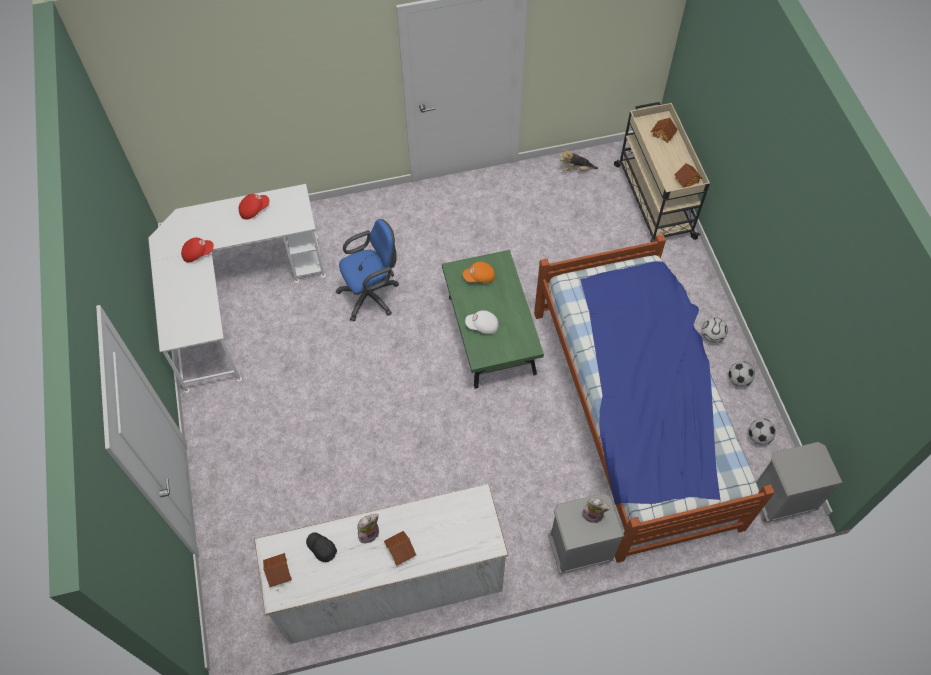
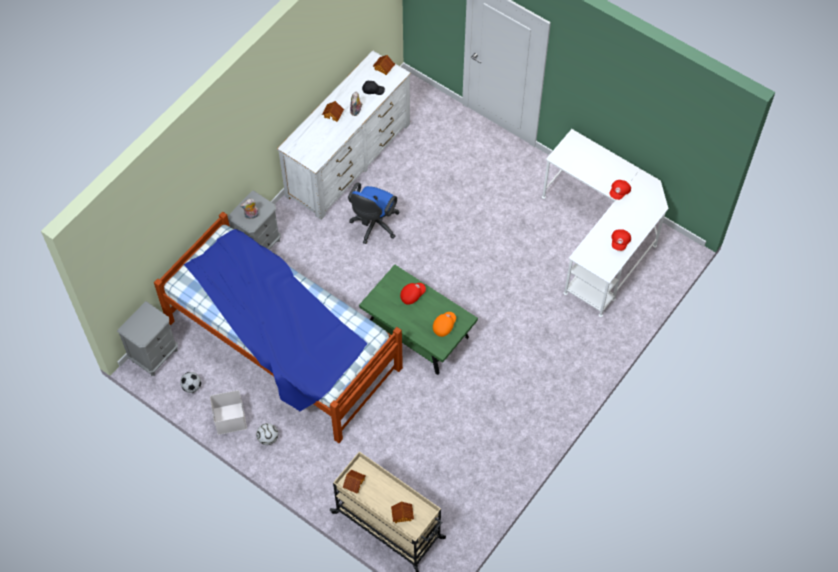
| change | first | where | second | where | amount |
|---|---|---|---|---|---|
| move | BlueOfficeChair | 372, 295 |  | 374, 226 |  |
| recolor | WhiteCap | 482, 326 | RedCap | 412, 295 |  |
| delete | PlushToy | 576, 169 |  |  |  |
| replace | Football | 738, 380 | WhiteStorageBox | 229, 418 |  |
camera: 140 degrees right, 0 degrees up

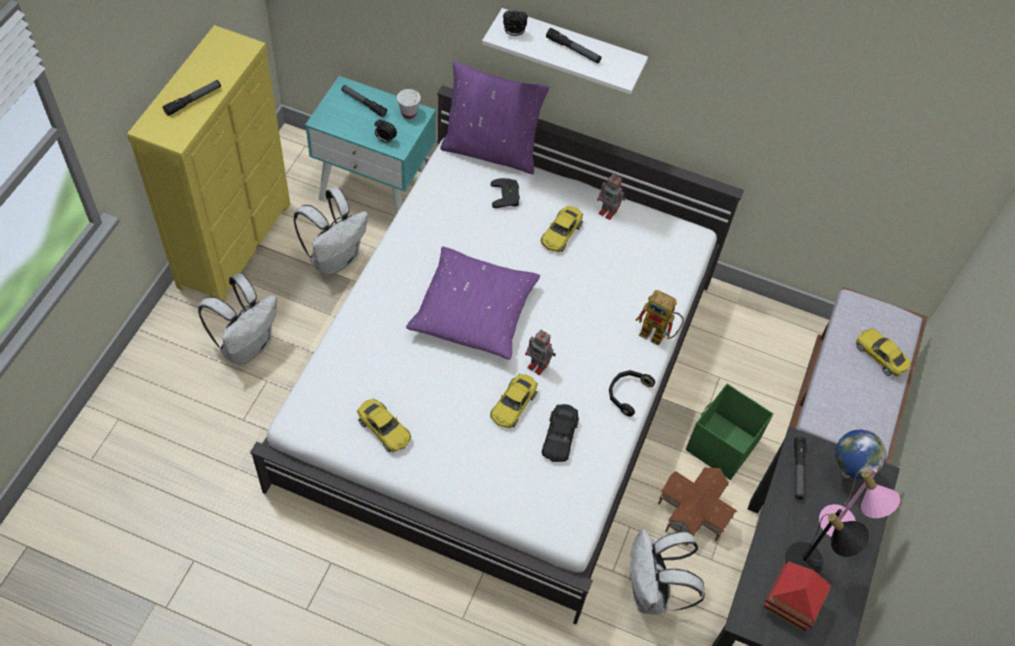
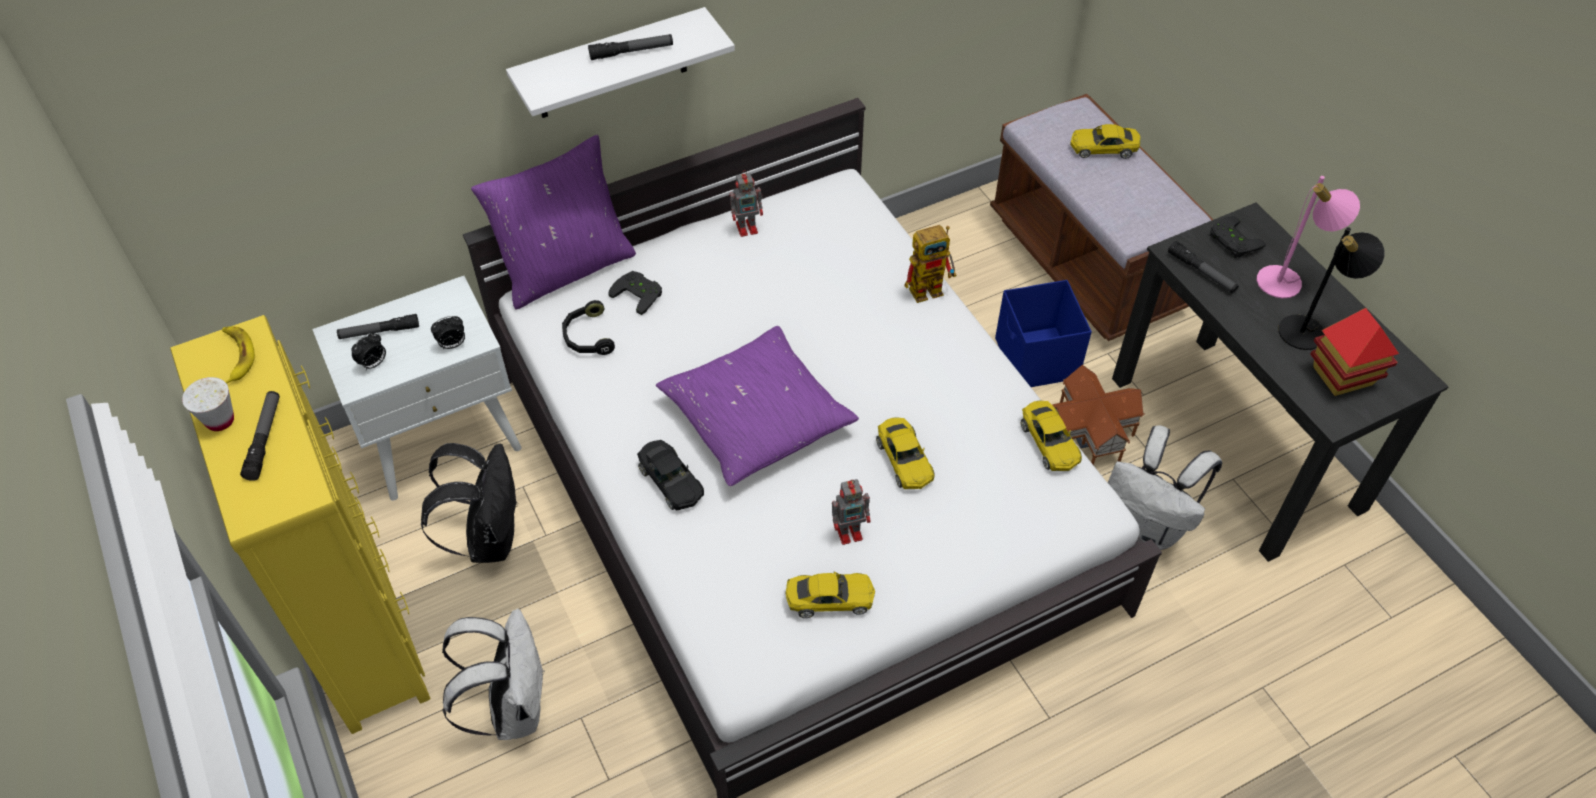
| change | first | where | second | where | amount |
|---|---|---|---|---|---|
| recolor | WhiteBackpack | 335, 259 | BlackBackpack | 489, 537 |  |
| recolor | TurquoiseNightstand | 375, 190 | WhiteNightstand | 442, 438 |  |
| move | WhiteCup | 409, 113 |  | 220, 420 |  |
| move | AlarmClock | 513, 33 |  | 373, 364 |  |
| move | ToyRobot | 539, 366 |  | 850, 531 |  |
| move | YellowToyCar | 561, 233 |  | 1049, 442 |  |
| move | BlackToyCar | 559, 437 |  | 671, 481 |  |
| move | BlackHeadphones | 627, 393 |  | 587, 336 |  |
| recolor | GreenStorageBox | 721, 446 | BlueStorageBox | 1036, 360 |  |
| replace | Globe | 845, 473 | BlackGameController | 1232, 241 |  |
| insert |  |  | Banana | 236, 356 |  |
camera: 45 degrees left, 5 degrees down

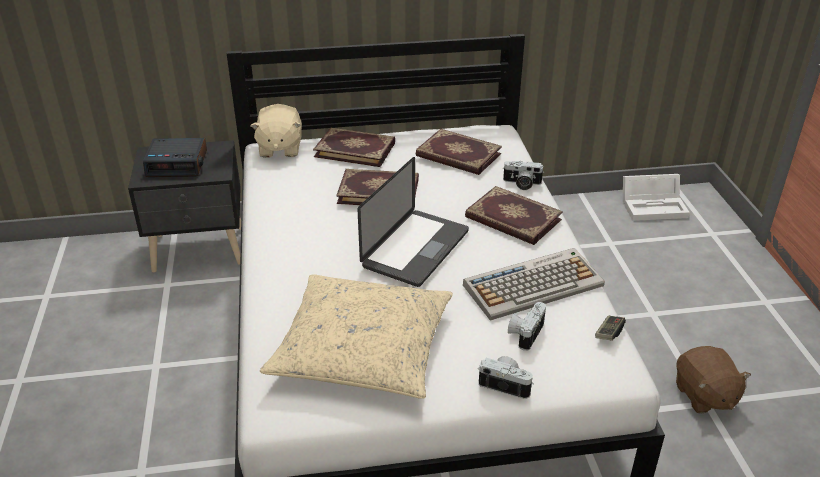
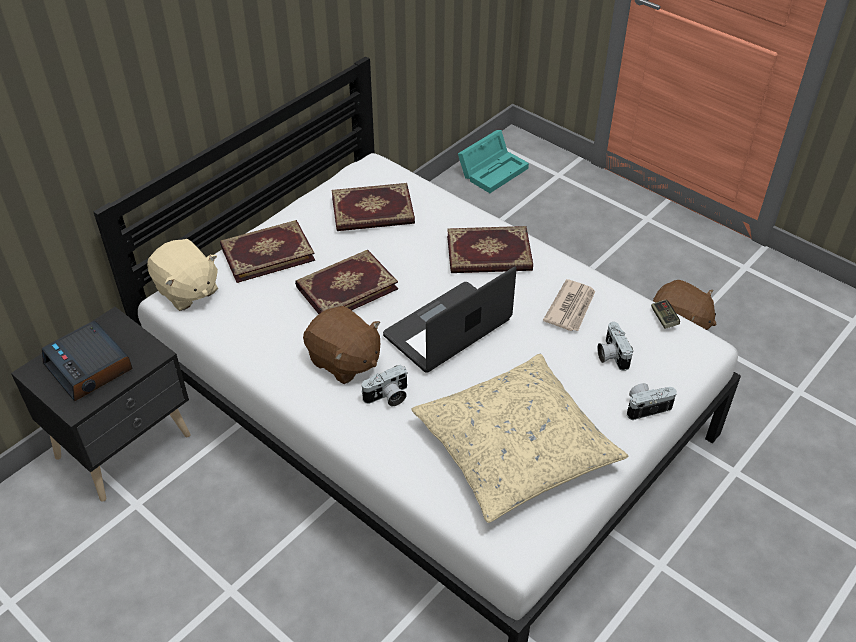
| change | first | where | second | where | amount |
|---|---|---|---|---|---|
| rotate | AlarmClock | 178, 164 |  | 90, 367 | 90 degrees clockwise |
| rotate | Laptop | 415, 249 |  | 447, 328 | 120 degrees counterclockwise |
| replace | Keyboard | 534, 284 | Newspaper | 571, 308 |  |
| move | PhotoCamera | 521, 184 |  | 388, 397 |  |
| recolor | WhiteStorageBox | 654, 206 | TurquoiseStorageBox | 493, 170 |  |
| insert |  |  | BrownPlushToy | 344, 361 |  |
camera: 40 degrees left, 10 degrees up

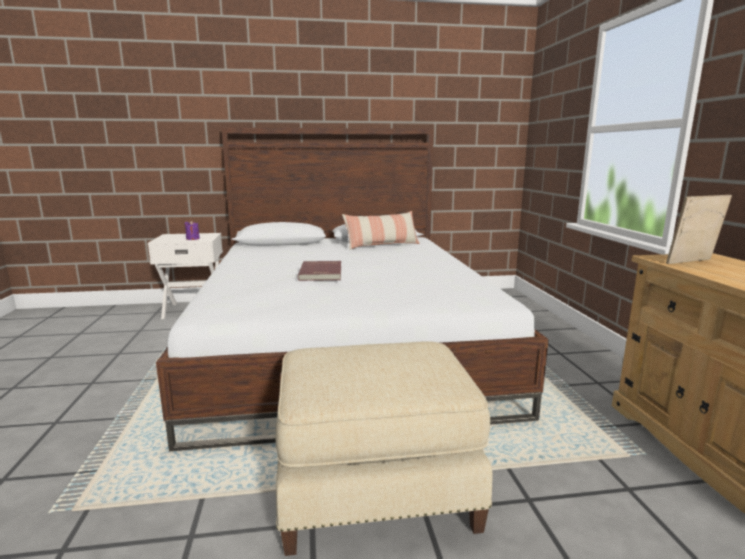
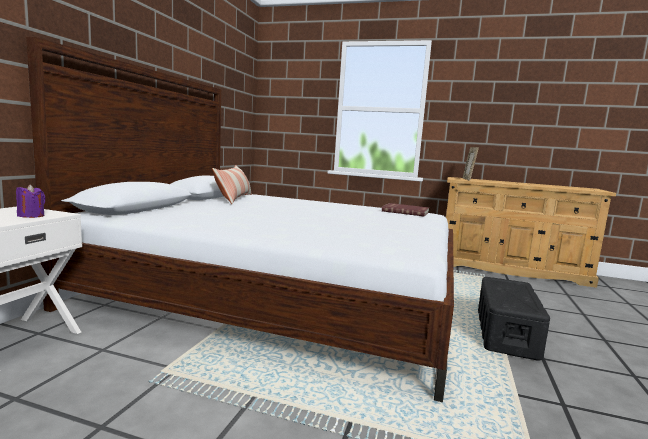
| change | first | where | second | where | amount |
|---|---|---|---|---|---|
| replace | BeigeOttoman | 375, 487 | BlackStorageBox | 506, 333 |  |
| move | RedBook | 322, 273 |  | 405, 211 |  |
camera: 65 degrees left, 5 degrees down

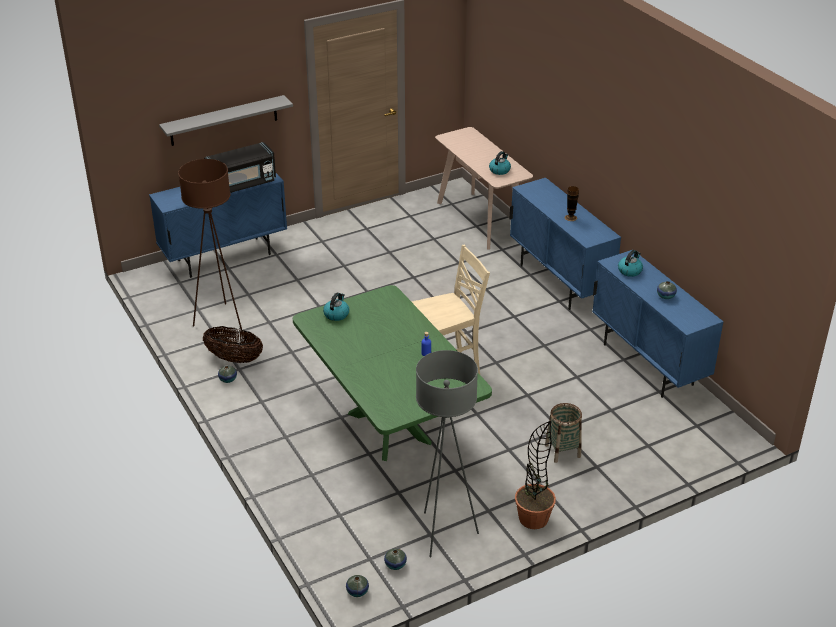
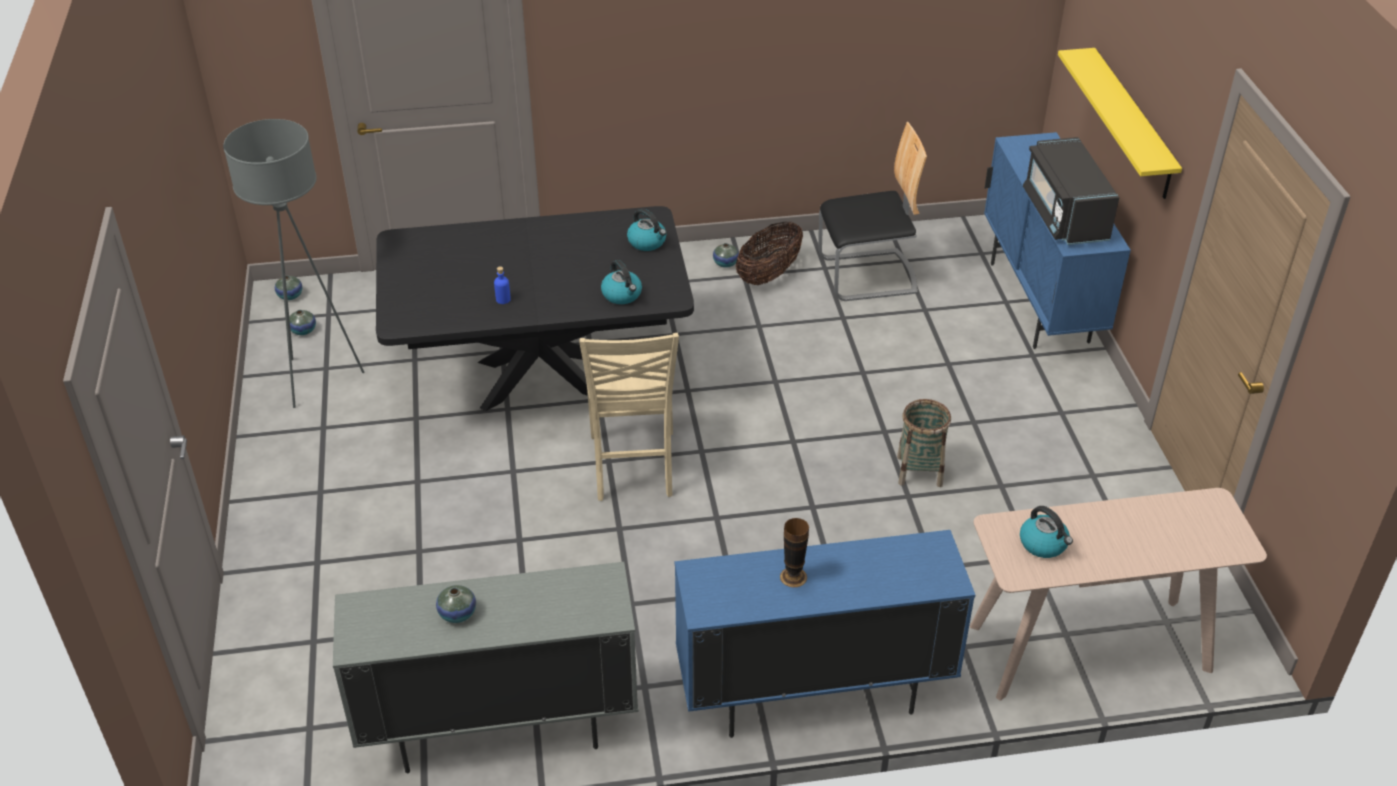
| change | first | where | second | where | amount |
|---|---|---|---|---|---|
| recolor | GreyShelf | 223, 120 | YellowShelf | 1132, 124 |  |
| replace | BrownFloorLamp | 220, 320 | Chair | 867, 276 |  |
| recolor | GreenDiningTable | 389, 427 | BlackDiningTable | 541, 379 |  |
| delete | PottedPlant | 533, 518 |  |  |  |
| move | Basket | 562, 450 |  | 919, 471 |  |
| recolor | BlueCabinet | 648, 365 | GreyCabinet | 499, 729 |  |
| move | Kettle | 630, 270 |  | 622, 295 |  |
camera: 110 degrees right, 5 degrees up

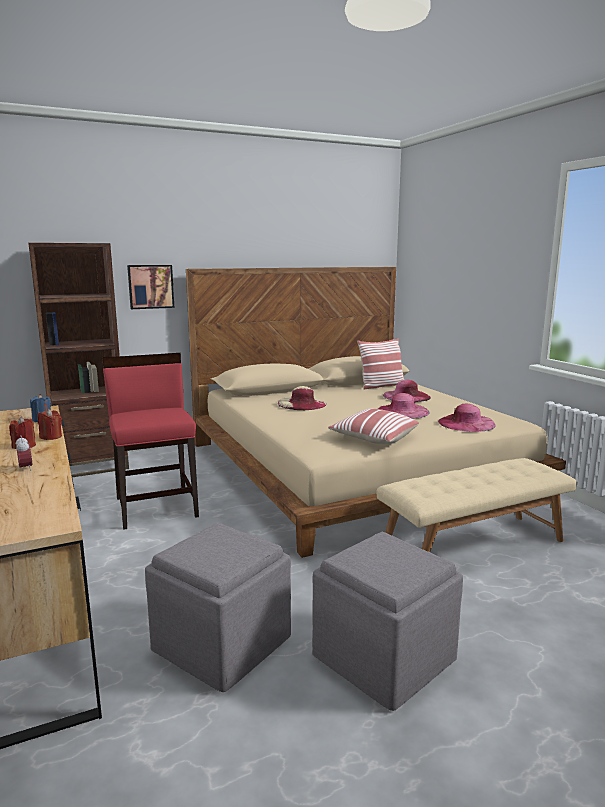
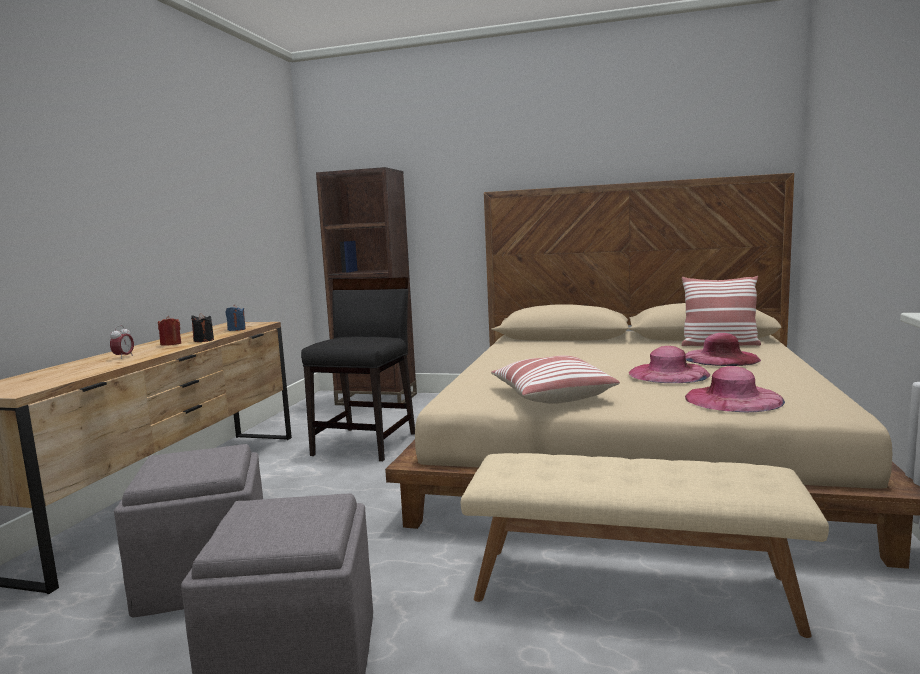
| change | first | where | second | where | amount |
|---|---|---|---|---|---|
| recolor | RedCandle | 51, 437 | BlackCandle | 203, 340 |  |
| recolor | RedChair | 157, 506 | BlackChair | 366, 443 |  |
| delete | Picture | 150, 286 |  |  |  |
| delete | BeigeHat | 302, 403 |  |  |  |
camera: 40 degrees right, 5 degrees down

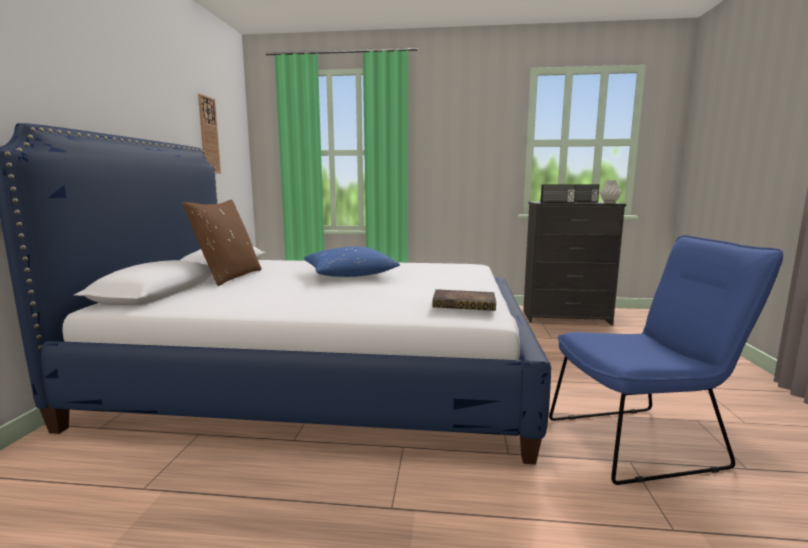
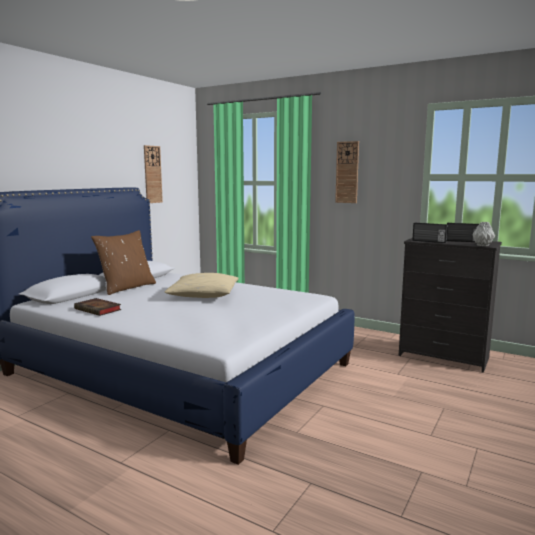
| change | first | where | second | where | amount |
|---|---|---|---|---|---|
| recolor | BluePillow | 349, 275 | BeigePillow | 203, 295 |  |
| move | Book | 465, 304 |  | 99, 309 |  |
| delete | BlueChair | 644, 441 |  |  |  |
| insert |  |  | WallClock | 347, 172 |  |
camera: 25 degrees right, 0 degrees up

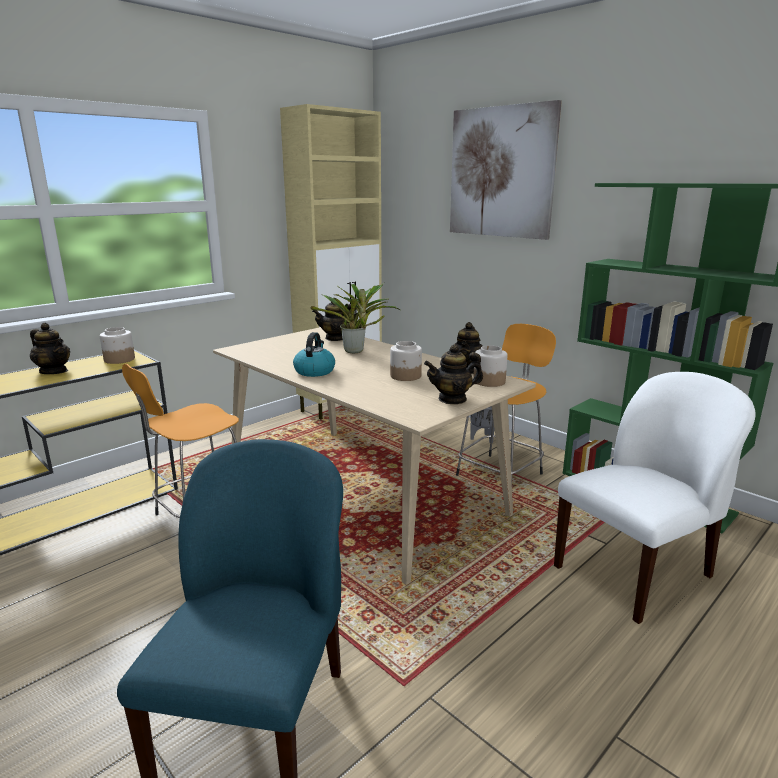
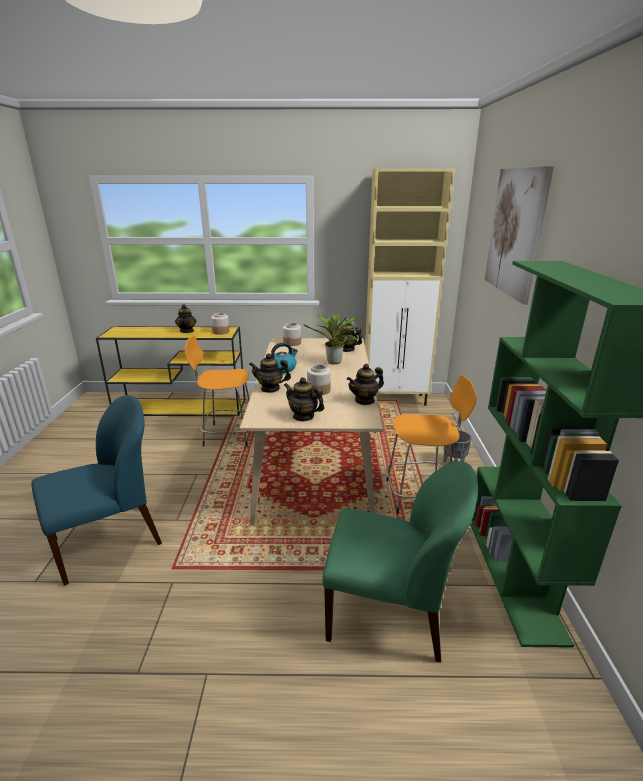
| change | first | where | second | where | amount |
|---|---|---|---|---|---|
| move | Jar | 489, 381 |  | 292, 343 |  |
| recolor | WhiteChair | 635, 571 | GreenChair | 389, 614 |  |
| insert |  |  | Teapot | 270, 389 |  |
camera: 45 degrees right, 5 degrees up

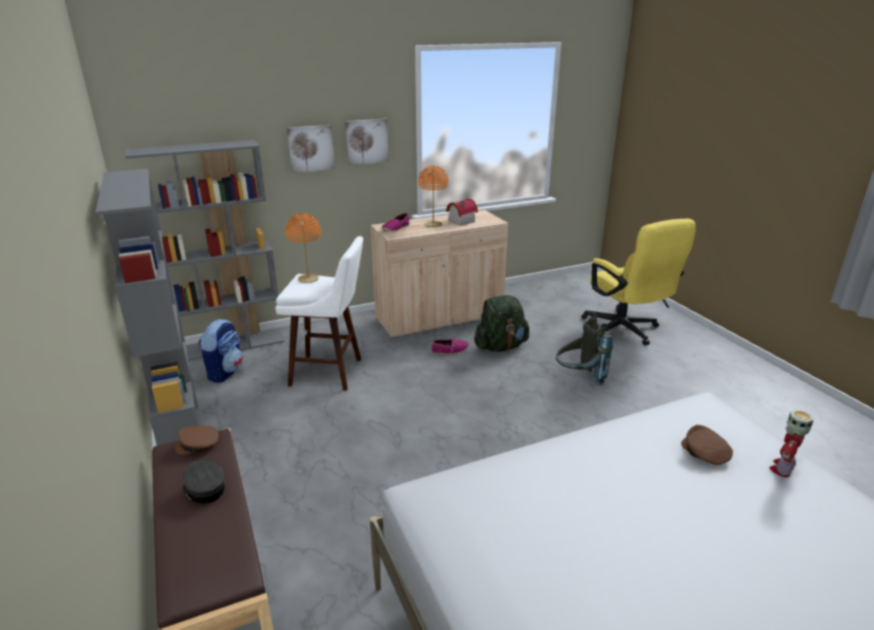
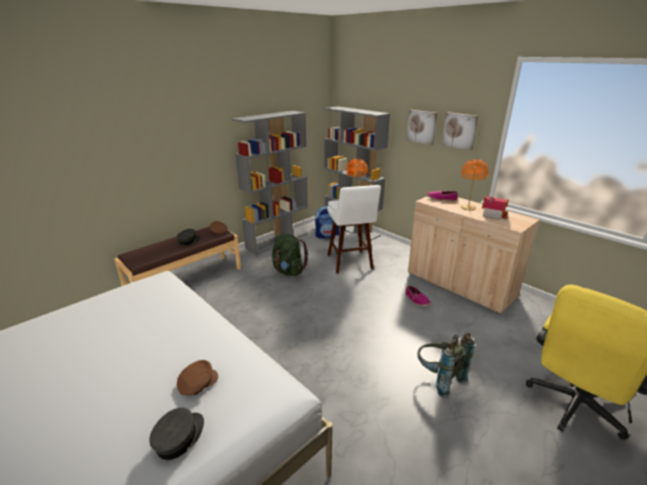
| change | first | where | second | where | amount |
|---|---|---|---|---|---|
| move | GreenBackpack | 500, 346 |  | 288, 271 |  |
| replace | ToyRobot | 783, 468 | GreyCap | 179, 437 |  |
camera: 70 degrees right, 0 degrees up

